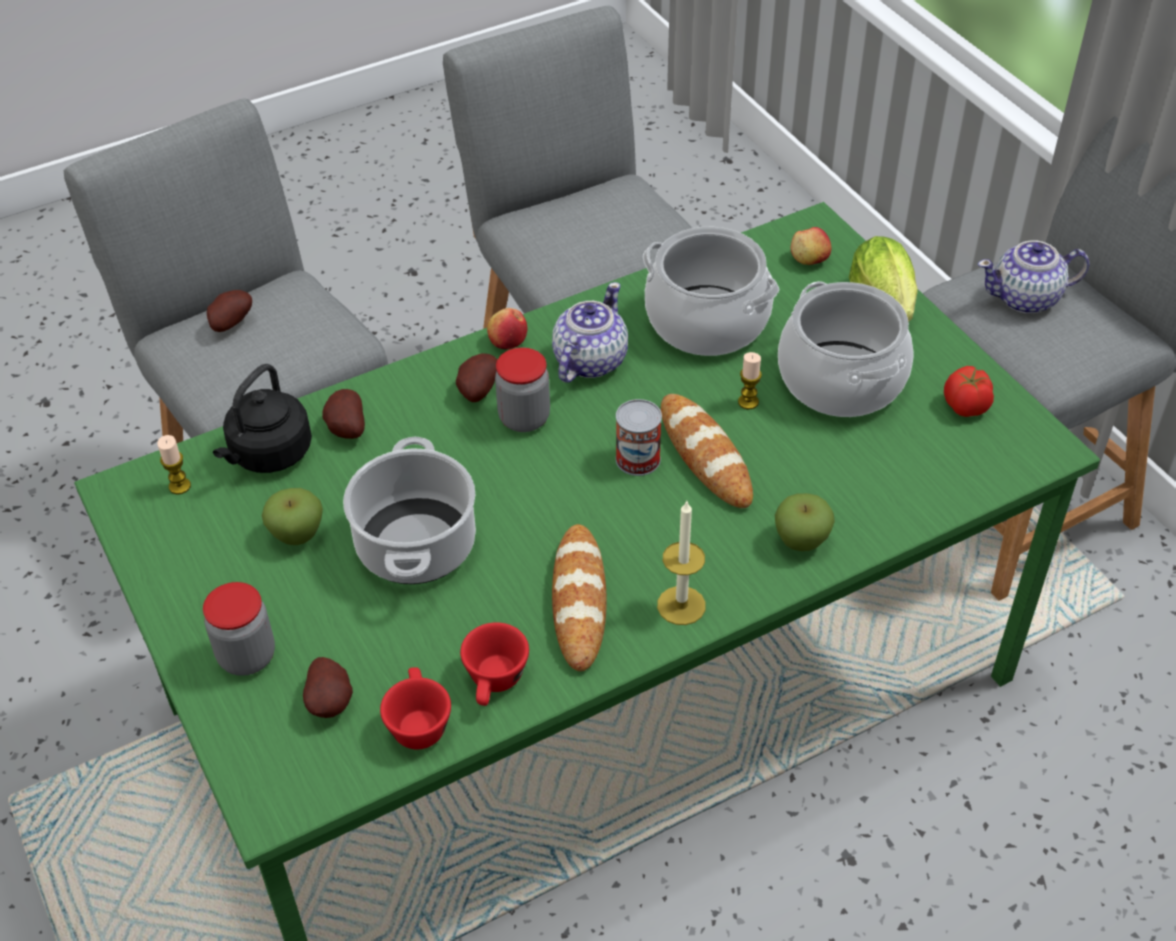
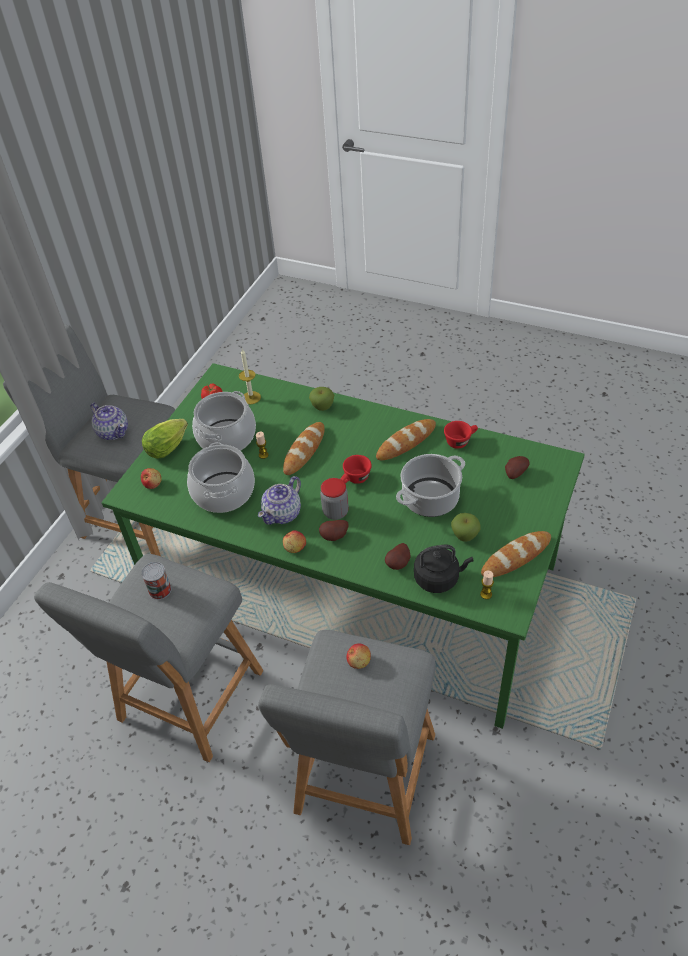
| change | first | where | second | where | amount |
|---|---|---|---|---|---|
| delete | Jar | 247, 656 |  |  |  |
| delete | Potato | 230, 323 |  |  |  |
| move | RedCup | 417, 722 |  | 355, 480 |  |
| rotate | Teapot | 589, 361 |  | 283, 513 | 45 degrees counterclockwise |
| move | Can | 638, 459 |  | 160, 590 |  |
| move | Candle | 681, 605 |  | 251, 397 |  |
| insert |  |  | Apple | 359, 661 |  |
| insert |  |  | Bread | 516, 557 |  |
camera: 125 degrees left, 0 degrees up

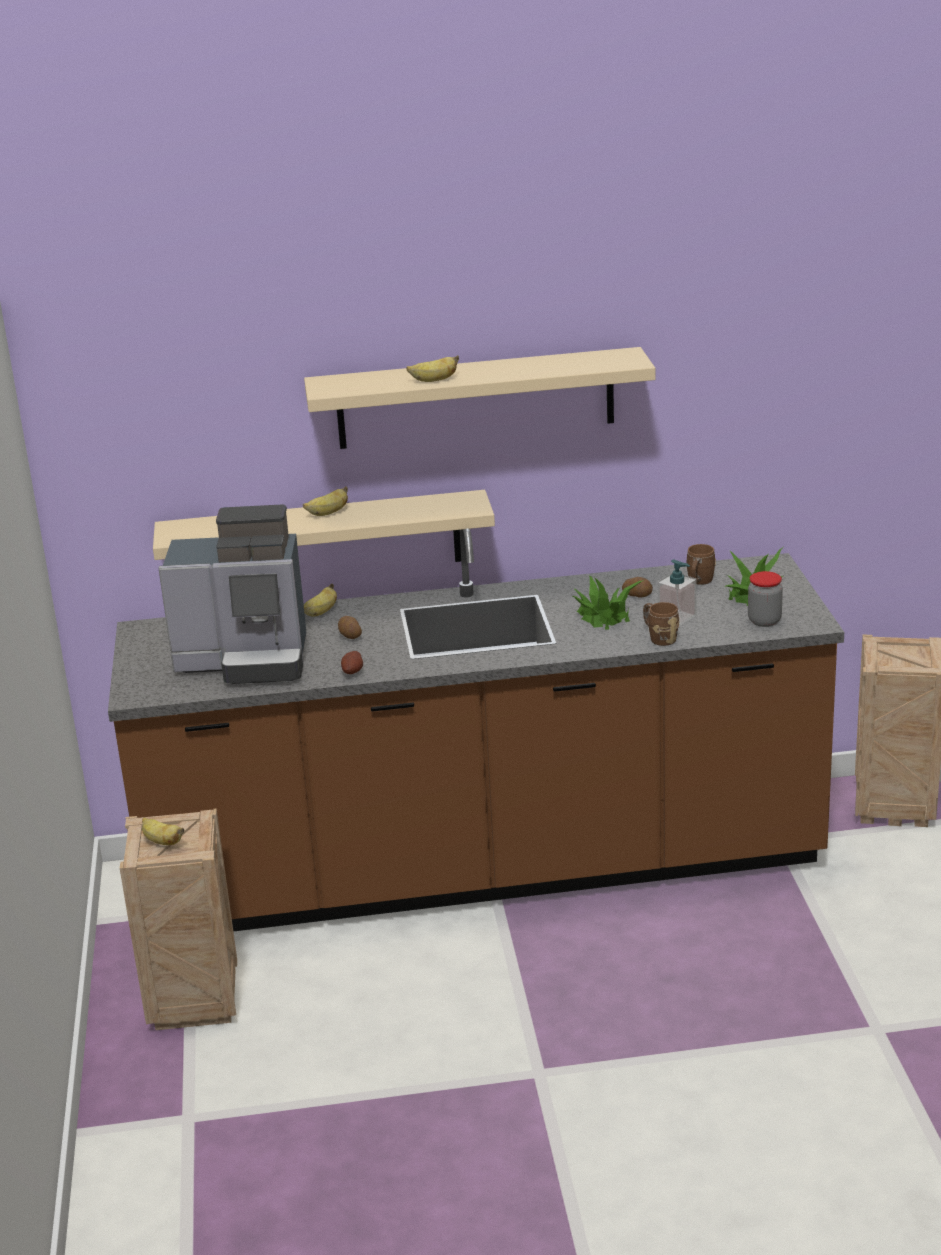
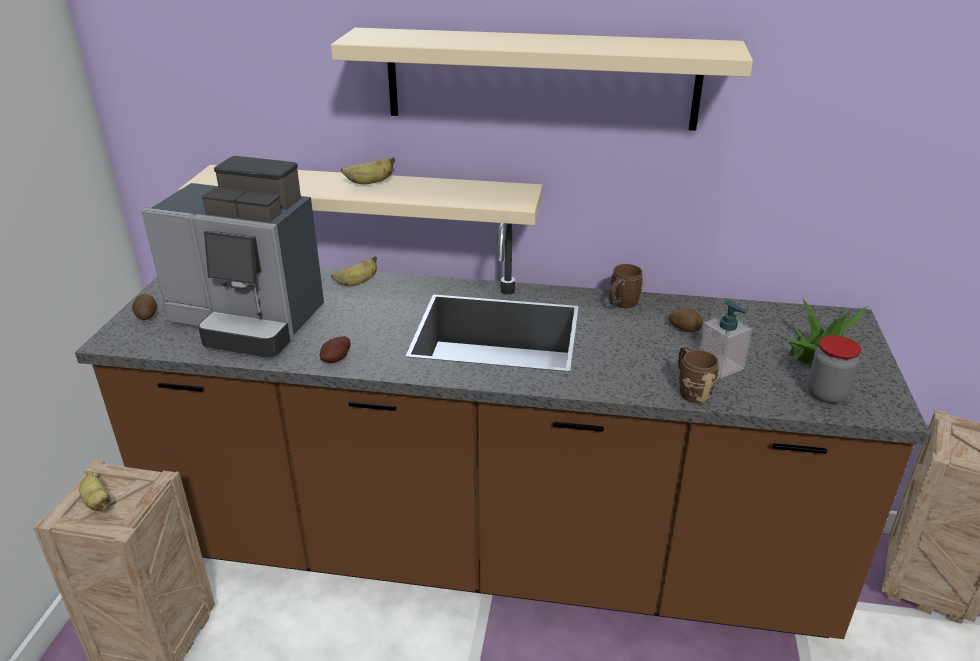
| change | first | where | second | where | amount |
|---|---|---|---|---|---|
| move | Potato | 349, 635 |  | 146, 315 |  |
| delete | Banana | 434, 380 |  |  |  |
| delete | PottedPlant | 604, 616 |  |  |  |
| move | BrownMug | 699, 582 |  | 621, 305 |  |
camera: 15 degrees right, 5 degrees up

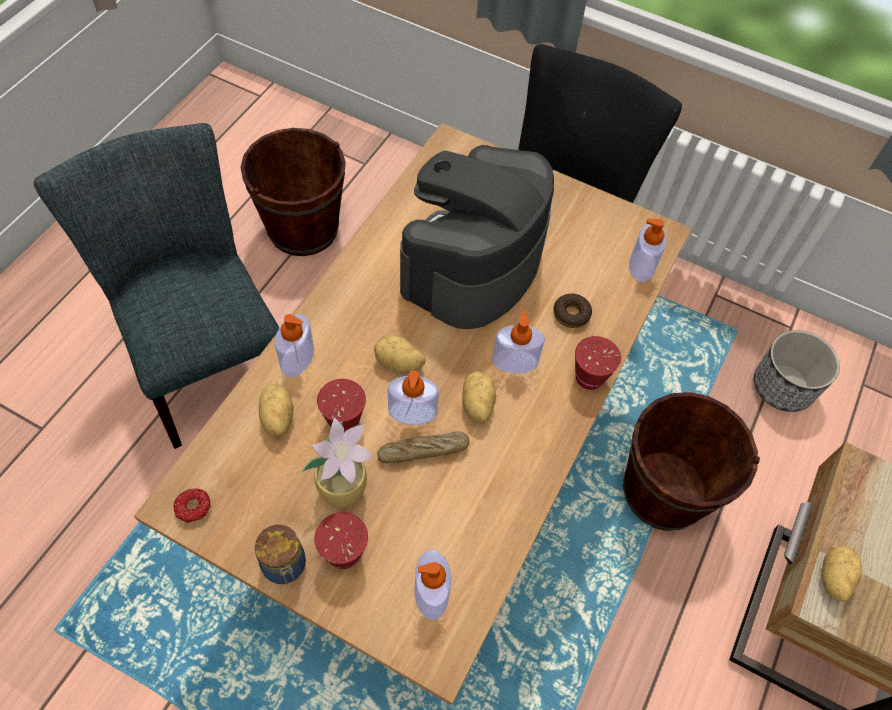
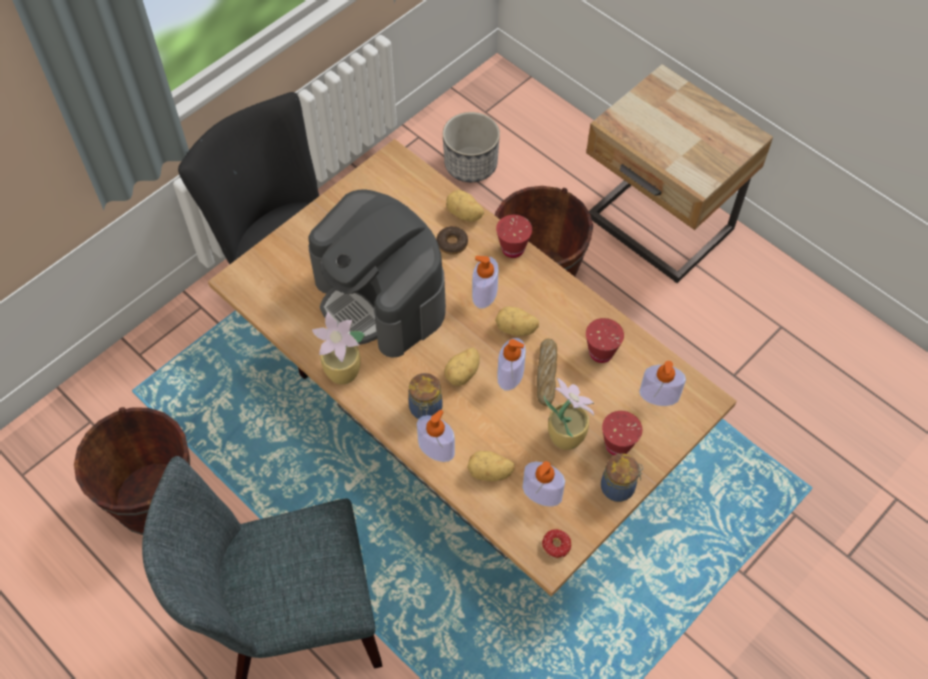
| change | first | where | second | where | amount |
|---|---|---|---|---|---|
| move | RedCup | 344, 421 |  | 601, 353 |  |
| move | SoapDispenser | 641, 265 |  | 542, 493 |  |
| move | Potato | 832, 578 |  | 464, 214 |  |
| insert |  |  | PottedPlant | 344, 373 |  |
| insert |  |  | Jar | 425, 409 |  |
camera: 70 degrees left, 0 degrees up

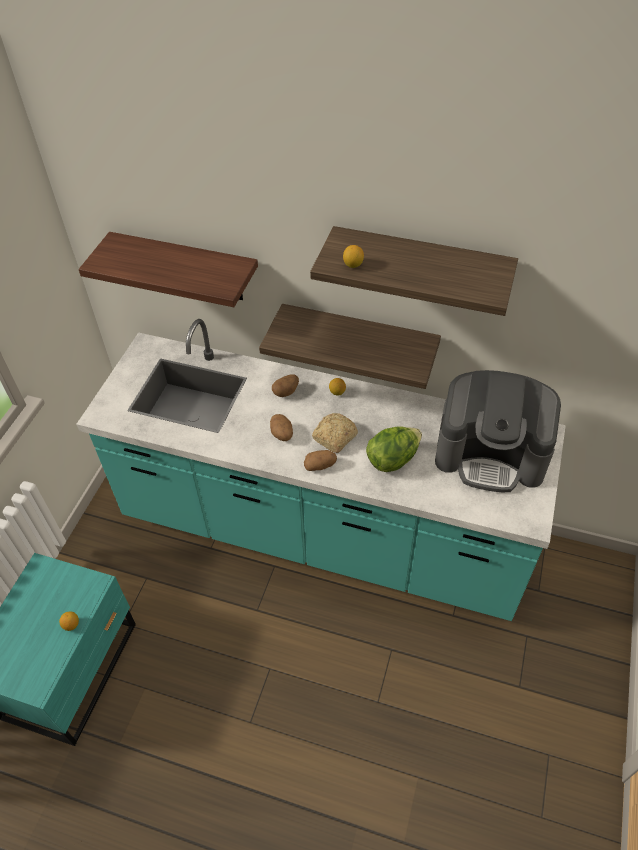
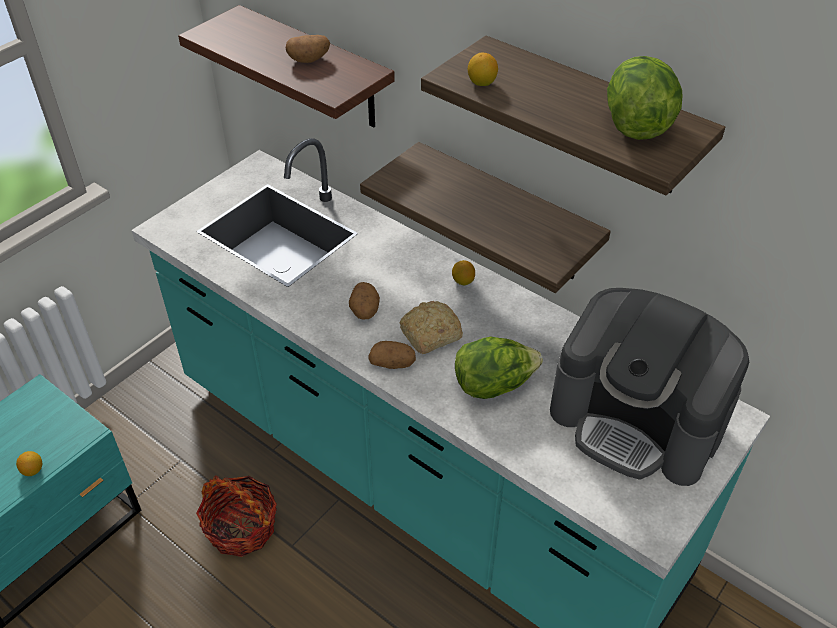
| change | first | where | second | where | amount |
|---|---|---|---|---|---|
| move | Potato | 286, 391 |  | 309, 60 |  |
| insert |  |  | Basket | 241, 528 |  |
| insert |  |  | Lettuce | 636, 123 |  |
camera: 20 degrees right, 5 degrees down

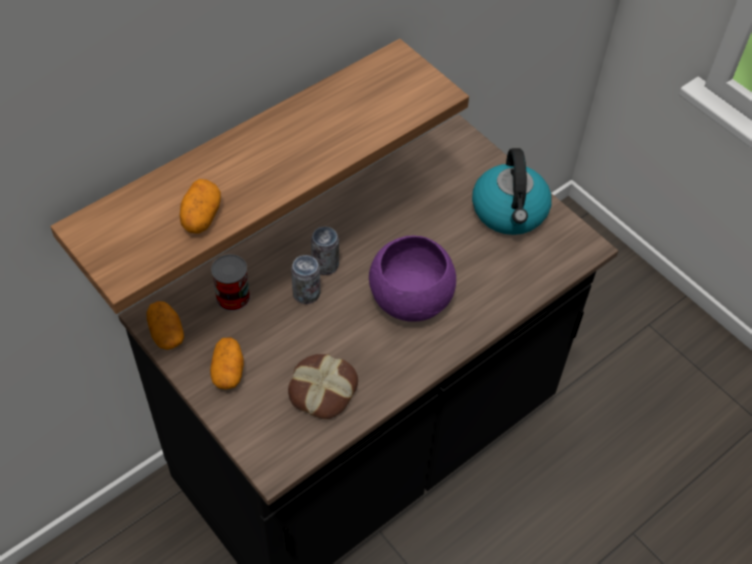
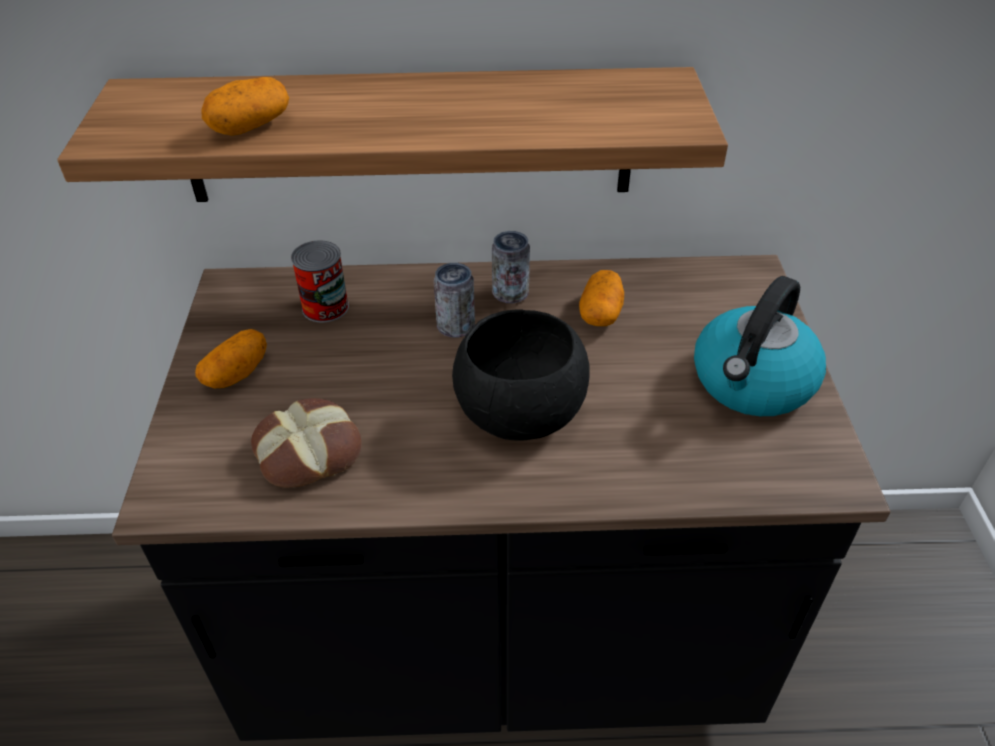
| change | first | where | second | where | amount |
|---|---|---|---|---|---|
| move | Potato | 166, 333 |  | 600, 313 |  |
| move | Can | 306, 293 |  | 510, 293 |  |
| recolor | PurpleBowl | 411, 298 | BlackBowl | 521, 411 |  |
camera: 40 degrees right, 10 degrees down

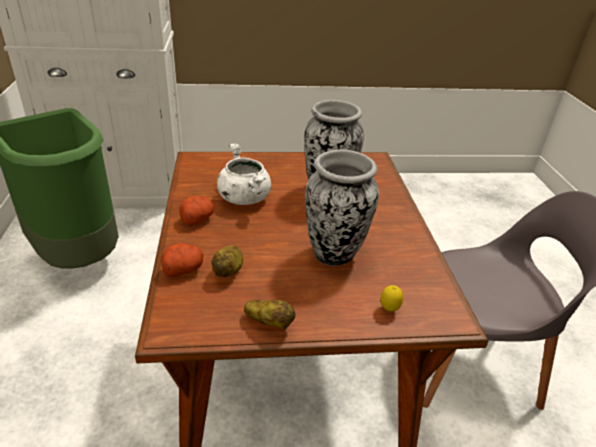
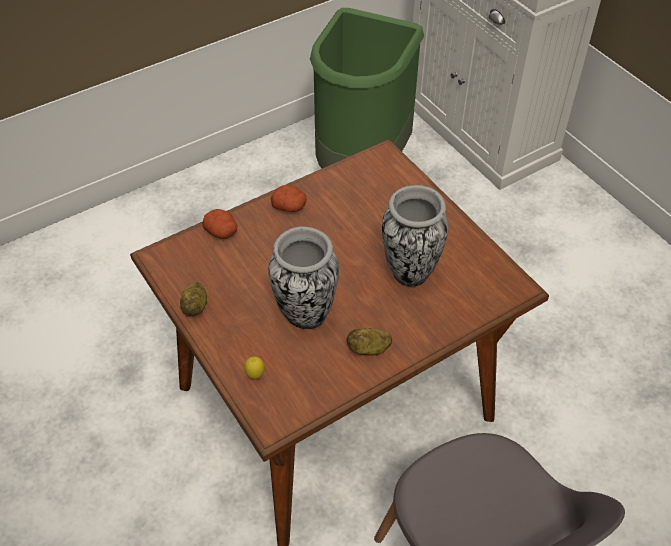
| change | first | where | second | where | amount |
|---|---|---|---|---|---|
| move | Potato | 229, 270 |  | 369, 349 |  |
| delete | WhiteCookingPot | 244, 198 |  |  |  |
camera: 65 degrees right, 15 degrees up

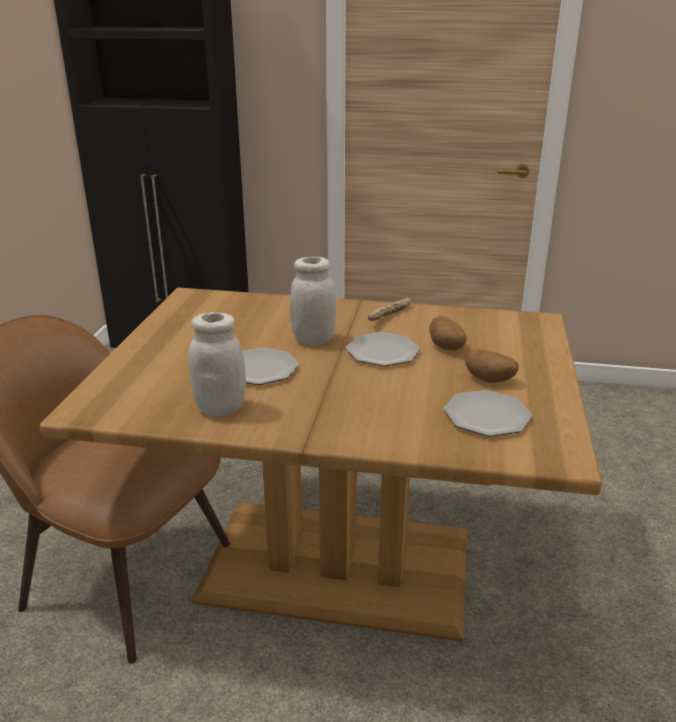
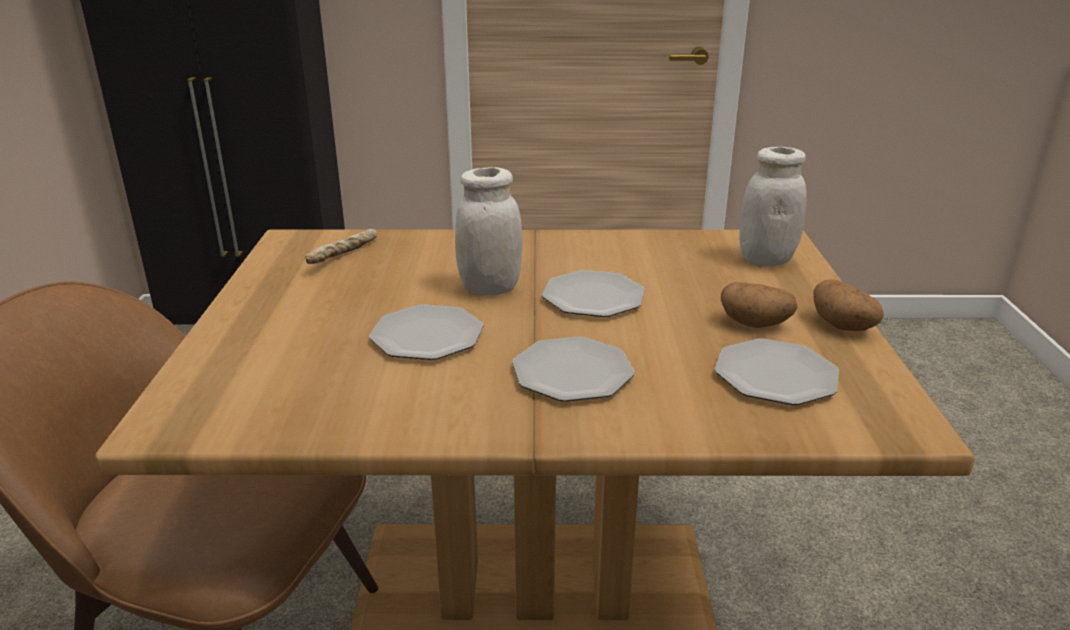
| change | first | where | second | where | amount |
|---|---|---|---|---|---|
| move | WhiteJar | 220, 408 |  | 766, 259 |  |
| move | Bread | 390, 317 |  | 344, 257 |  |
| move | Potato | 447, 347 |  | 844, 326 |  |
| insert |  |  | Plate | 572, 372 |  |
camera: 10 degrees left, 0 degrees up

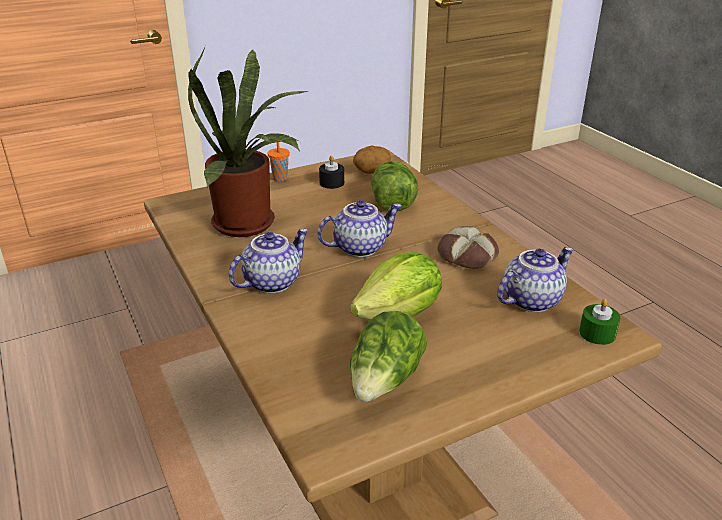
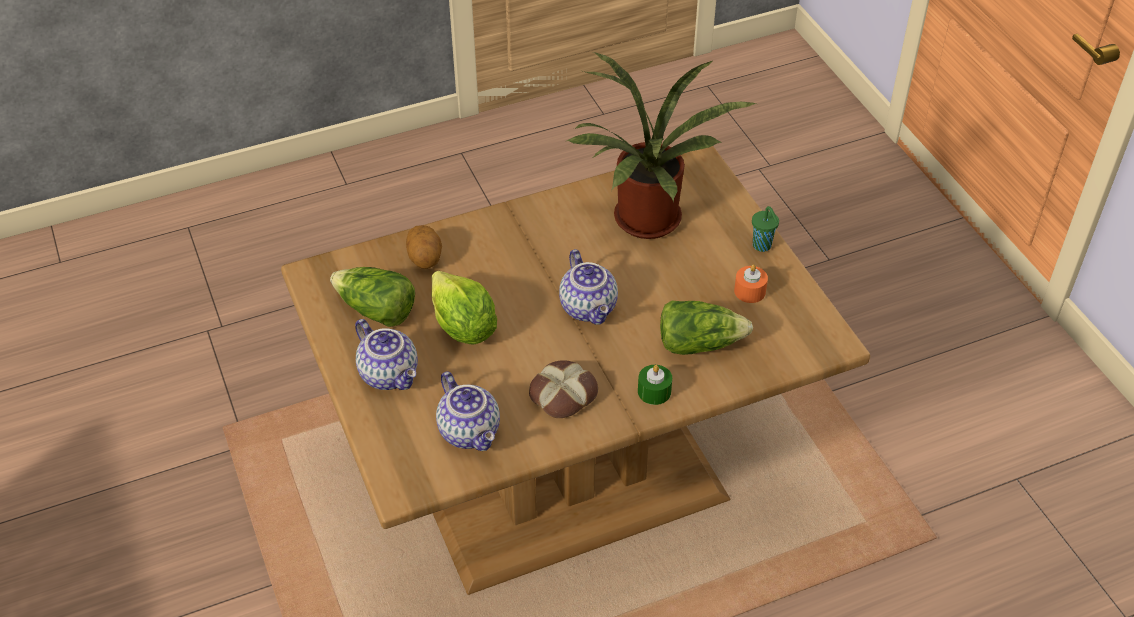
| change | first | where | second | where | amount |
|---|---|---|---|---|---|
| move | Teapot | 272, 282 |  | 390, 374 |  |
| recolor | OrangeCup | 281, 178 | GreenCup | 762, 246 |  |
| recolor | BlackCandle | 332, 183 | OrangeCandle | 749, 291 |  |
| move | Potato | 372, 172 |  | 425, 259 |  |
| move | GreenCandle | 597, 333 |  | 654, 391 |  |
camera: 95 degrees right, 15 degrees up

